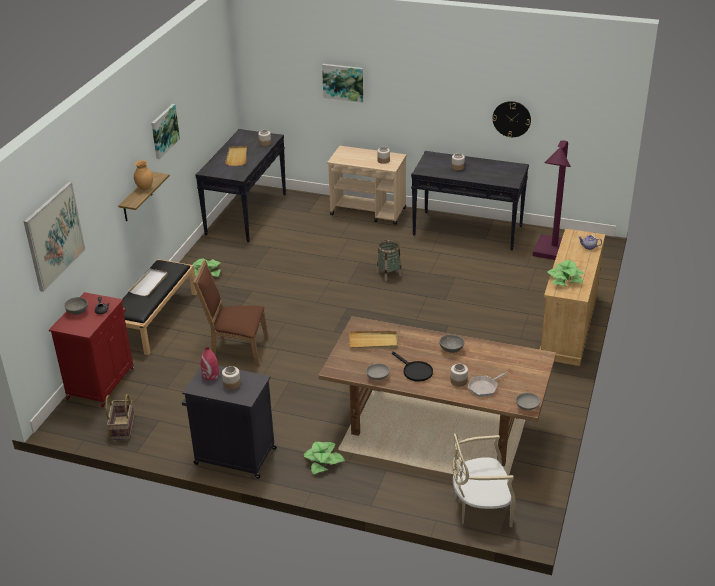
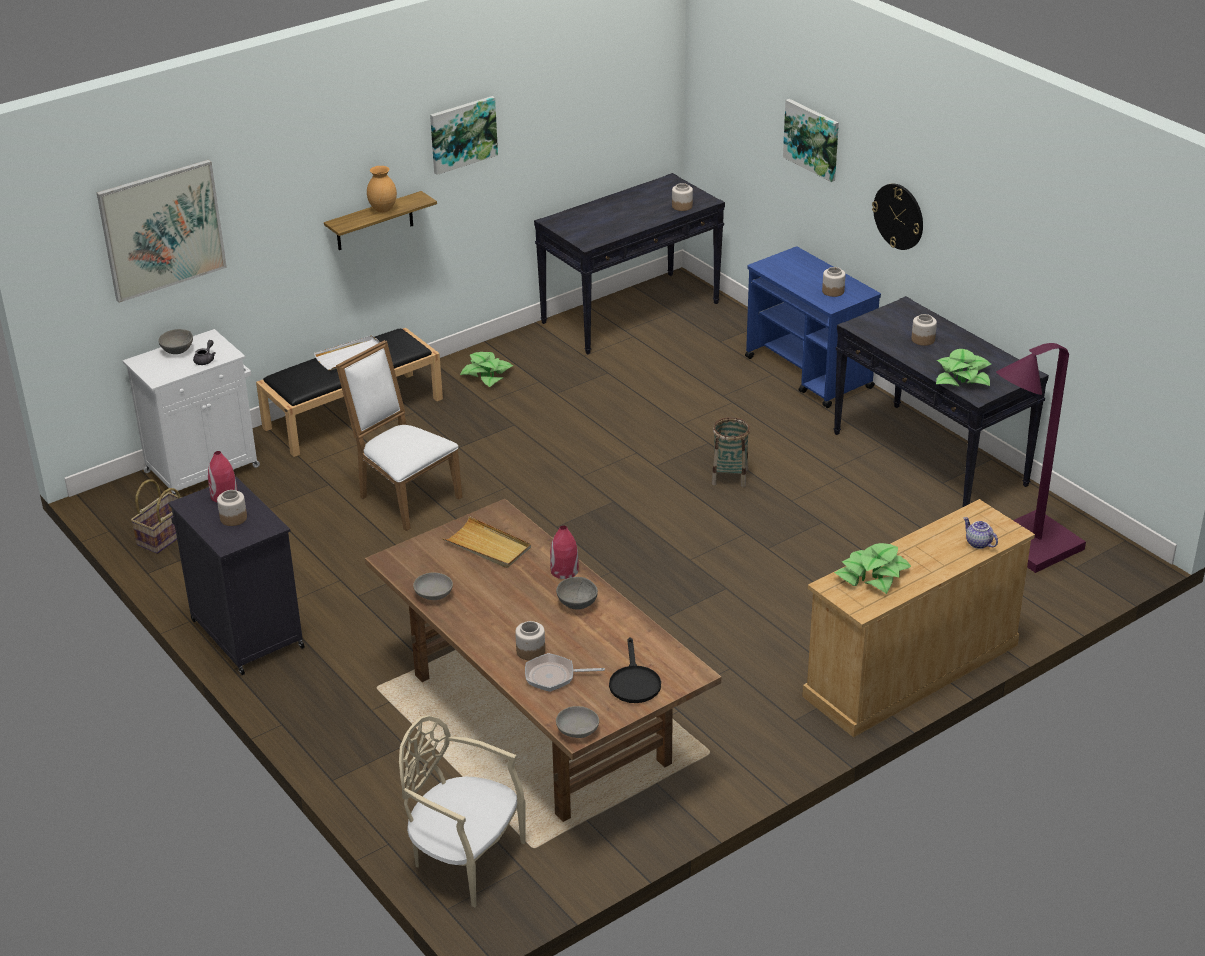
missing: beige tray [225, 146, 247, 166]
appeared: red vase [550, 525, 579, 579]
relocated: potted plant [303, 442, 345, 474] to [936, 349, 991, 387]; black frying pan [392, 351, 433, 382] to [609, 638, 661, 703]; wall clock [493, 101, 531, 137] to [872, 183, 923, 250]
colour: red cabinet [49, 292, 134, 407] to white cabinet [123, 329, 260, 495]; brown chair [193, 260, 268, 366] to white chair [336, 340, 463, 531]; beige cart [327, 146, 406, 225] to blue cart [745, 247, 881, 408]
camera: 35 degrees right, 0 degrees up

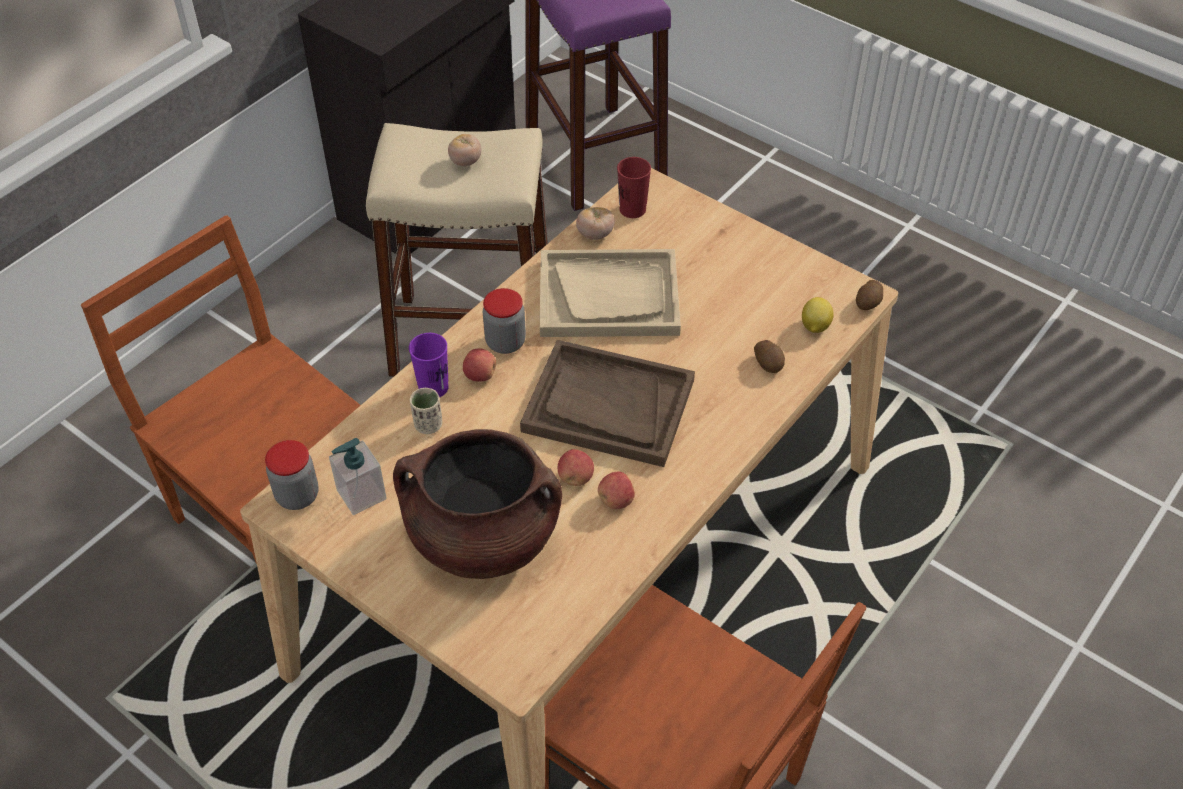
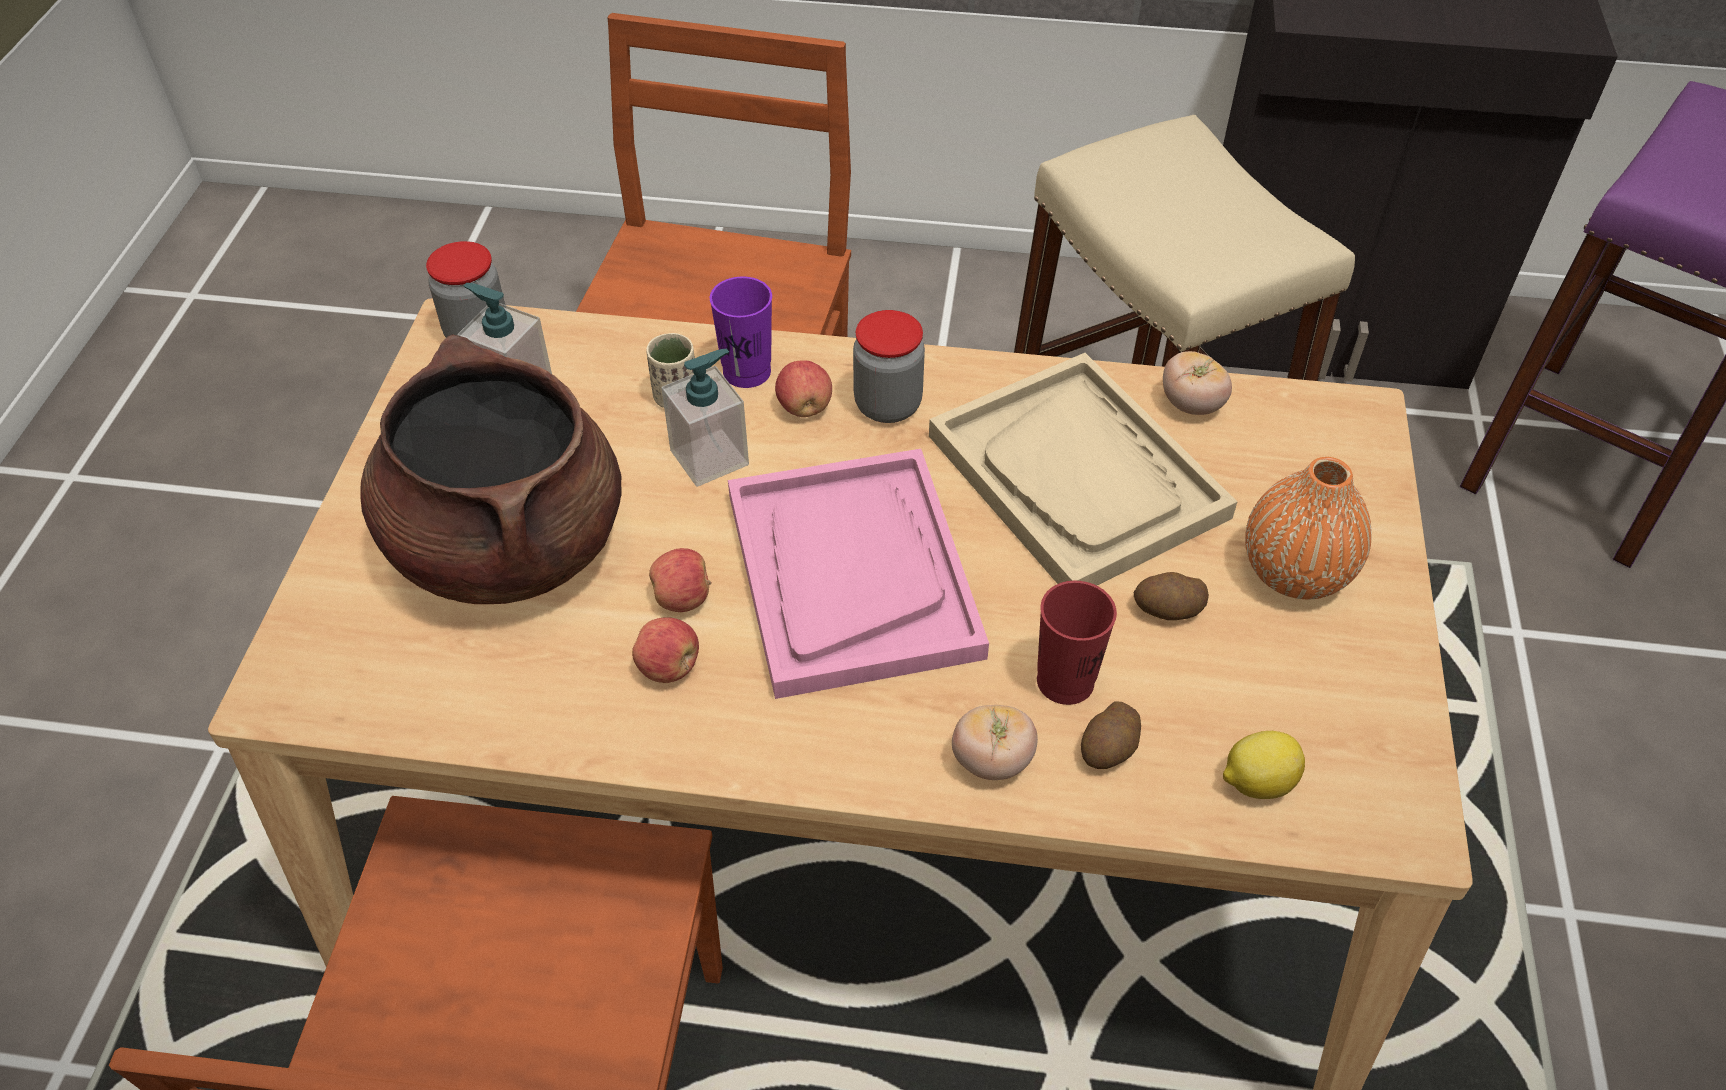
appeared: soap dispenser [662, 349, 749, 487]; orange vase [1245, 457, 1372, 599]
relocated: tomato [448, 134, 481, 166] to [952, 705, 1038, 780]; red cup [617, 157, 651, 218] to [1037, 581, 1117, 705]; potato [856, 280, 883, 310] to [1134, 572, 1209, 620]
colour: brown tray [520, 340, 695, 467] to pink tray [728, 449, 989, 699]
camera: 60 degrees right, 0 degrees up

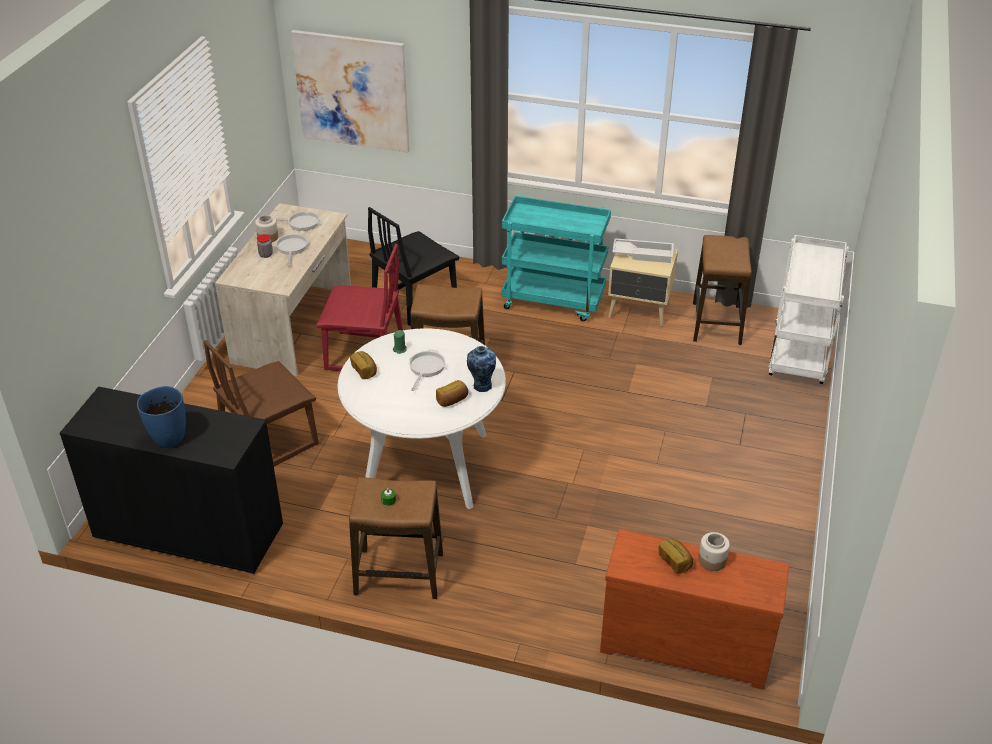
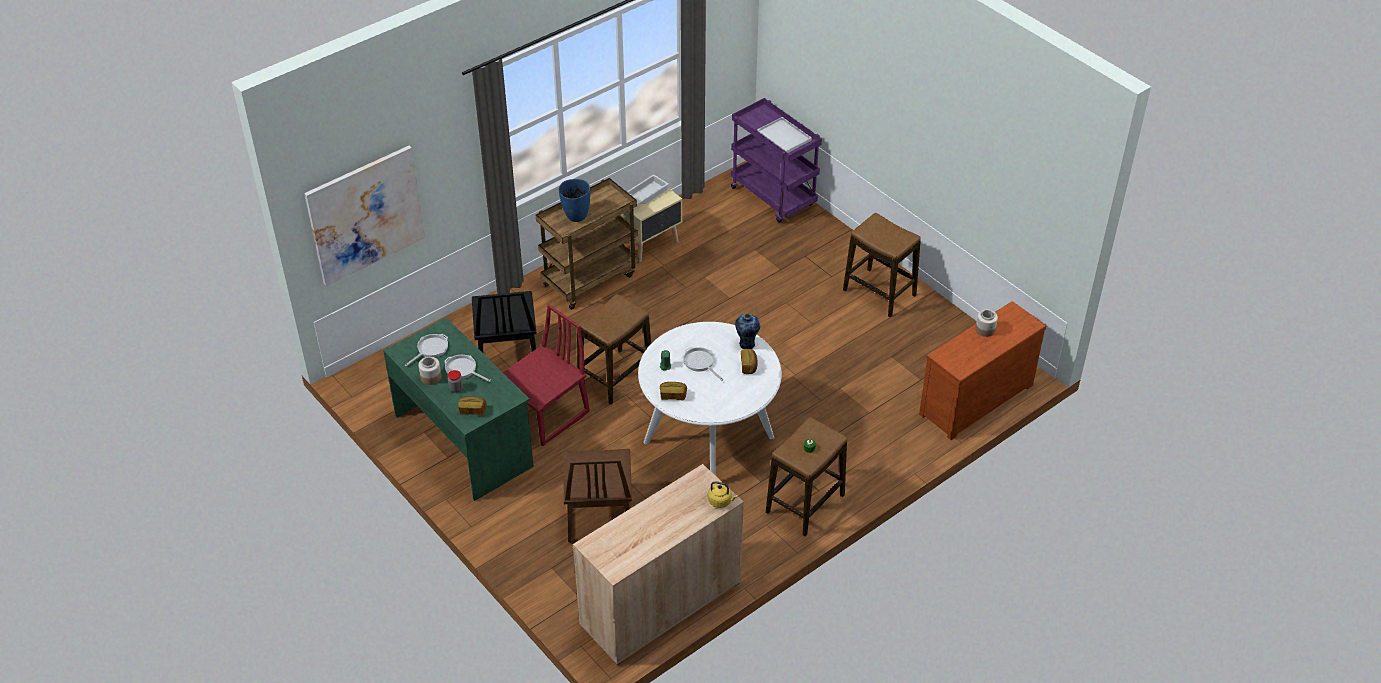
appeared: yellow kettle [708, 481, 738, 508]; white tray [757, 117, 812, 153]
relocated: blue vase [137, 386, 186, 448] to [559, 179, 590, 222]; bread [659, 538, 693, 574] to [458, 396, 487, 416]; stool [693, 235, 752, 345] to [843, 213, 921, 317]
colour: black cabinet [60, 386, 283, 575] to beige cabinet [573, 464, 744, 665]; beige desk [215, 203, 351, 376] to green desk [383, 318, 534, 501]; turquoise cart [502, 196, 611, 322] to brown cart [536, 178, 639, 310]; white cart [769, 235, 849, 384] to purple cart [731, 98, 822, 223]
camera: 55 degrees left, 5 degrees up

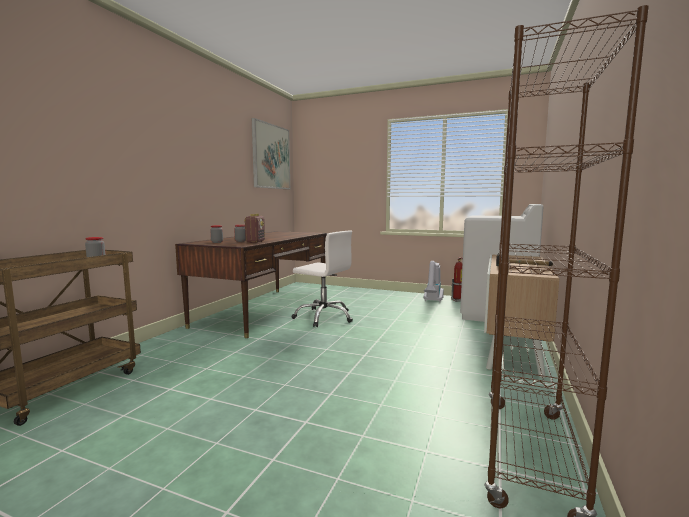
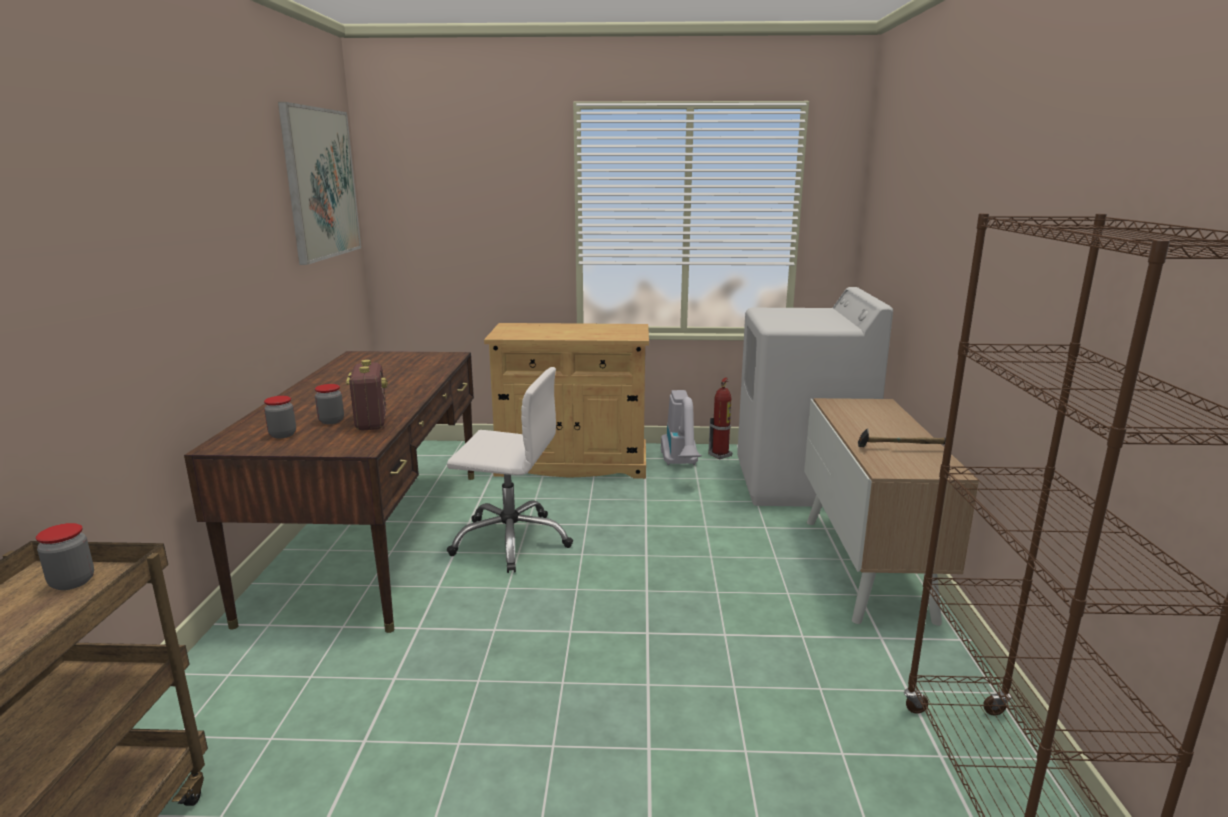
appeared: beige cabinet [484, 323, 649, 479]
camera: 20 degrees left, 10 degrees up

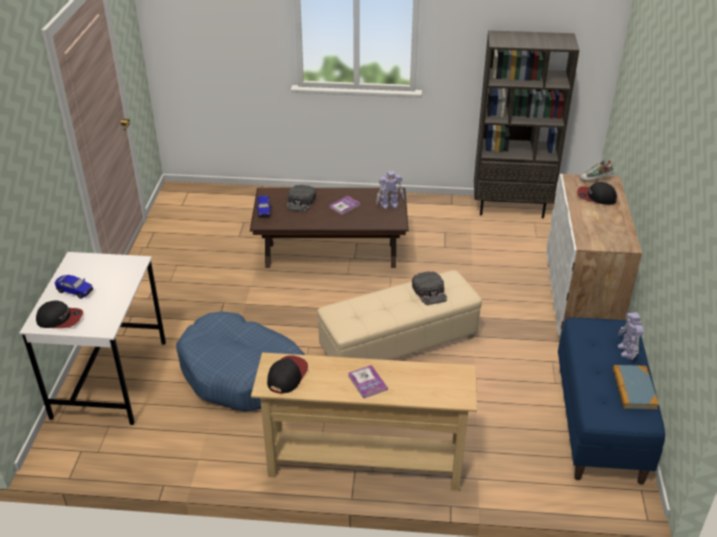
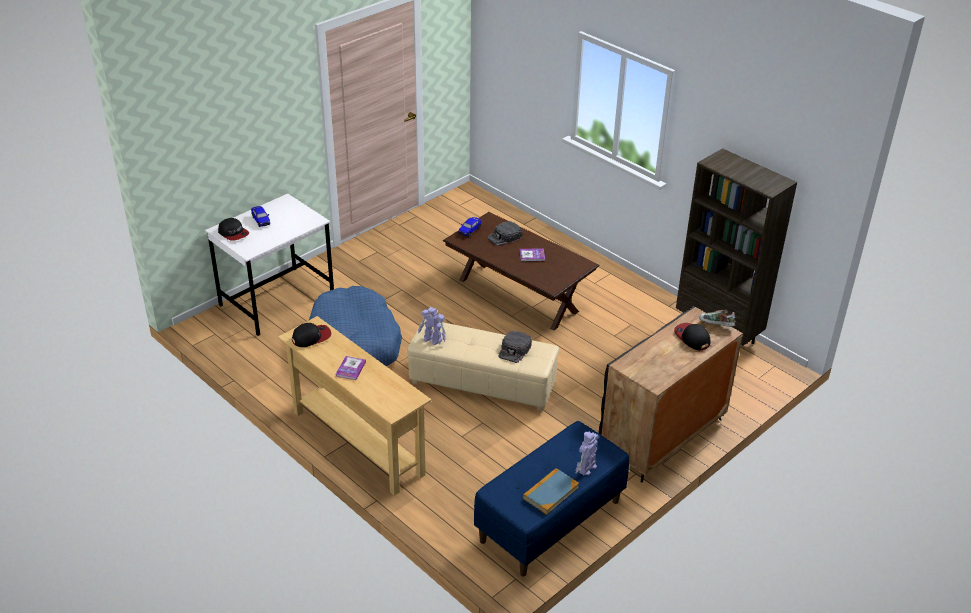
relocated: toy robot [376, 171, 405, 209] to [418, 307, 446, 345]
colour: white cabinet [547, 174, 642, 335] to black cabinet [599, 306, 743, 483]
camera: 40 degrees right, 0 degrees up

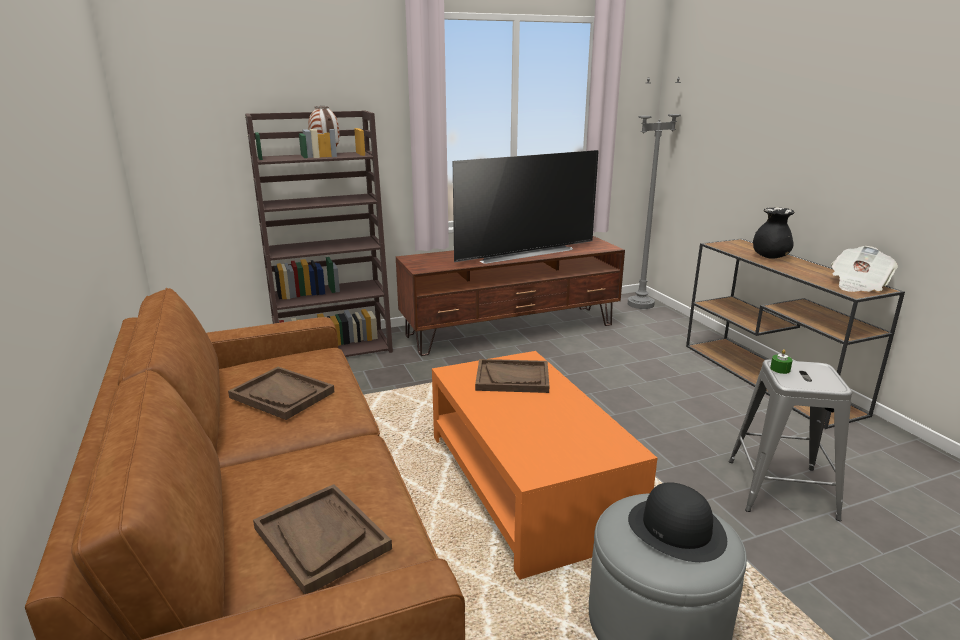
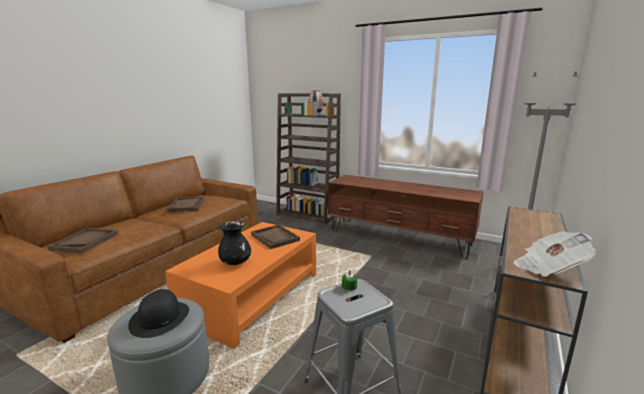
missing: television [453, 150, 599, 264]
relocated: black vase [753, 207, 794, 259] to [218, 221, 251, 265]
camera: 50 degrees right, 5 degrees down

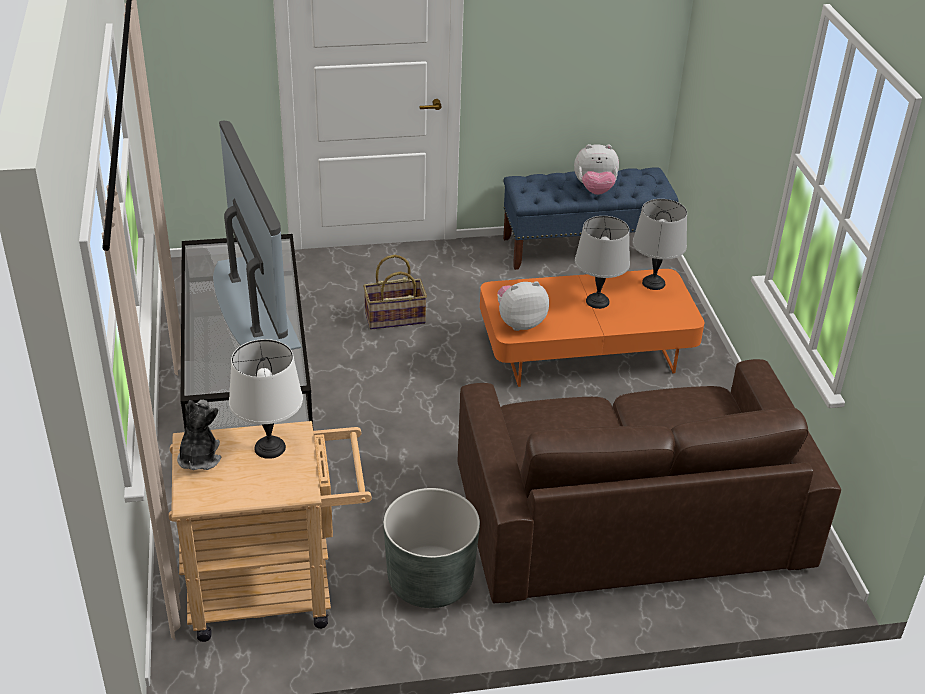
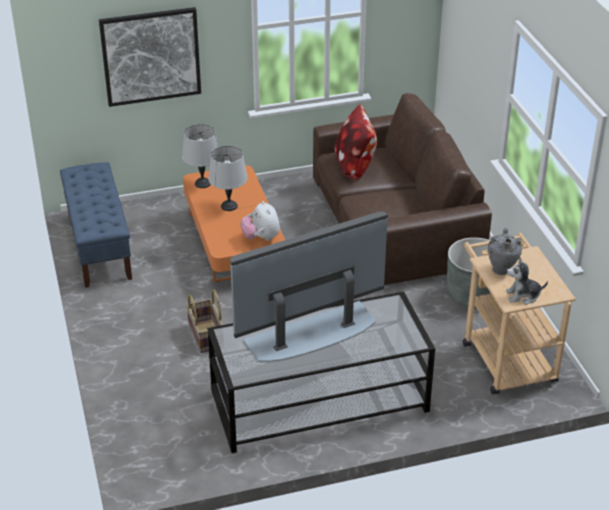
missing: plush toy [574, 144, 619, 195]
appeared: picture [99, 7, 201, 107]; pillow [335, 104, 377, 180]
exchanged: white table lamp [229, 339, 303, 459] to grey vase [488, 228, 522, 275]
camera: 95 degrees left, 0 degrees up

